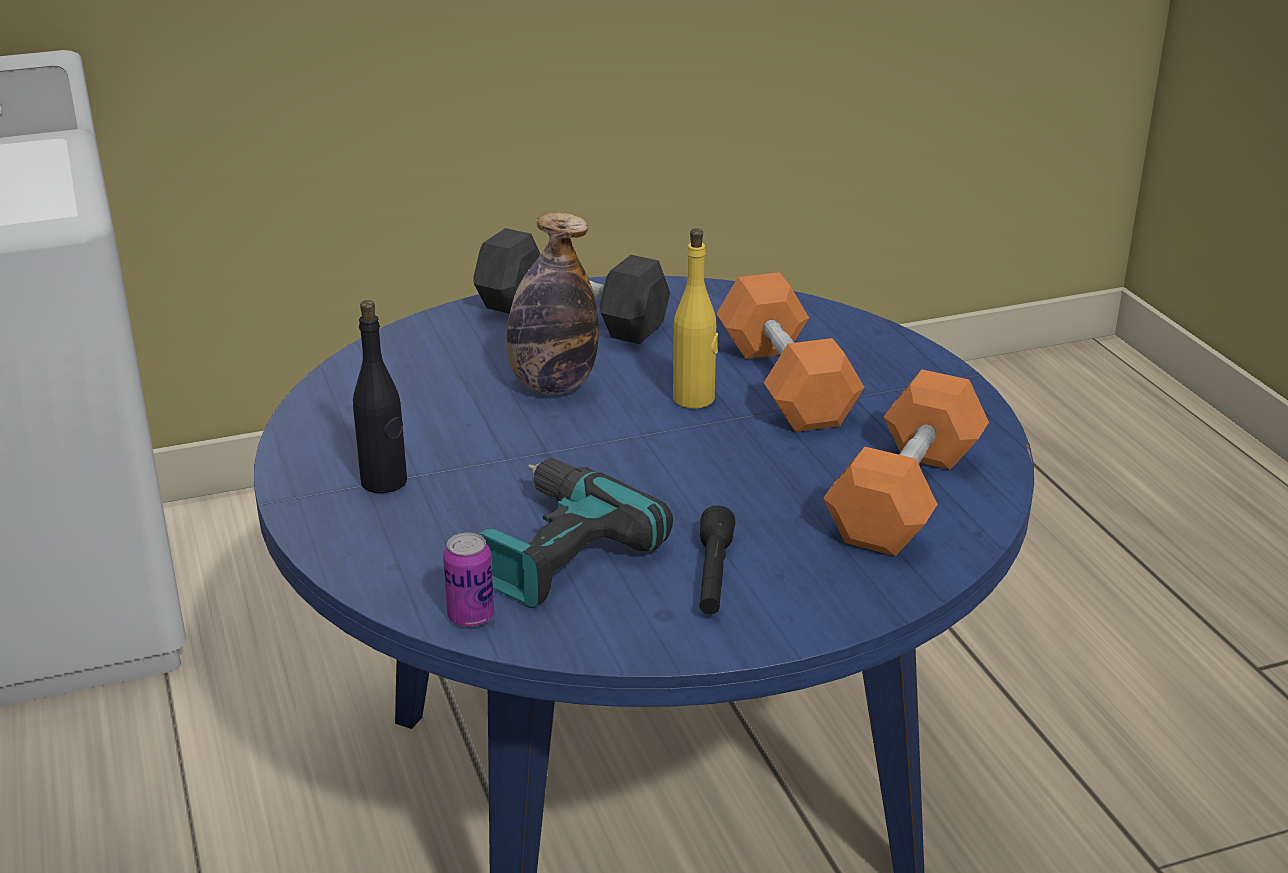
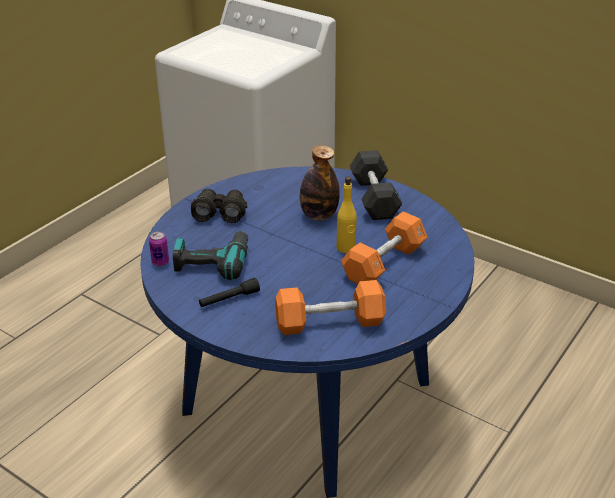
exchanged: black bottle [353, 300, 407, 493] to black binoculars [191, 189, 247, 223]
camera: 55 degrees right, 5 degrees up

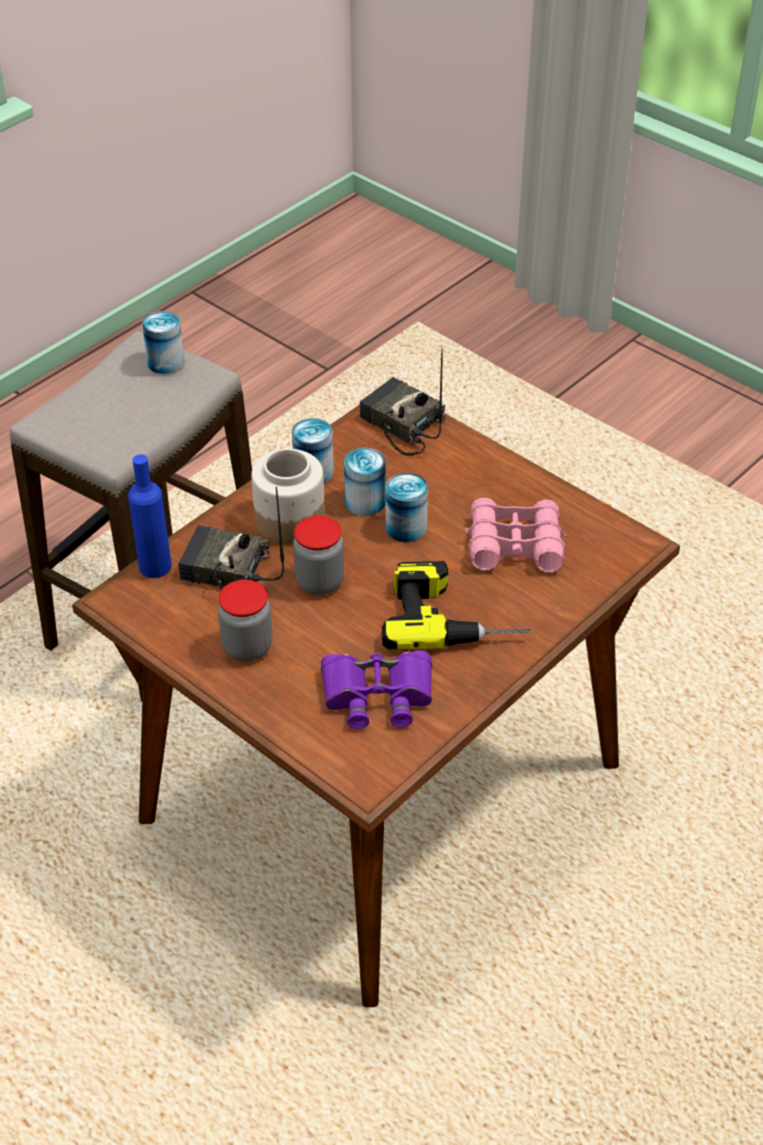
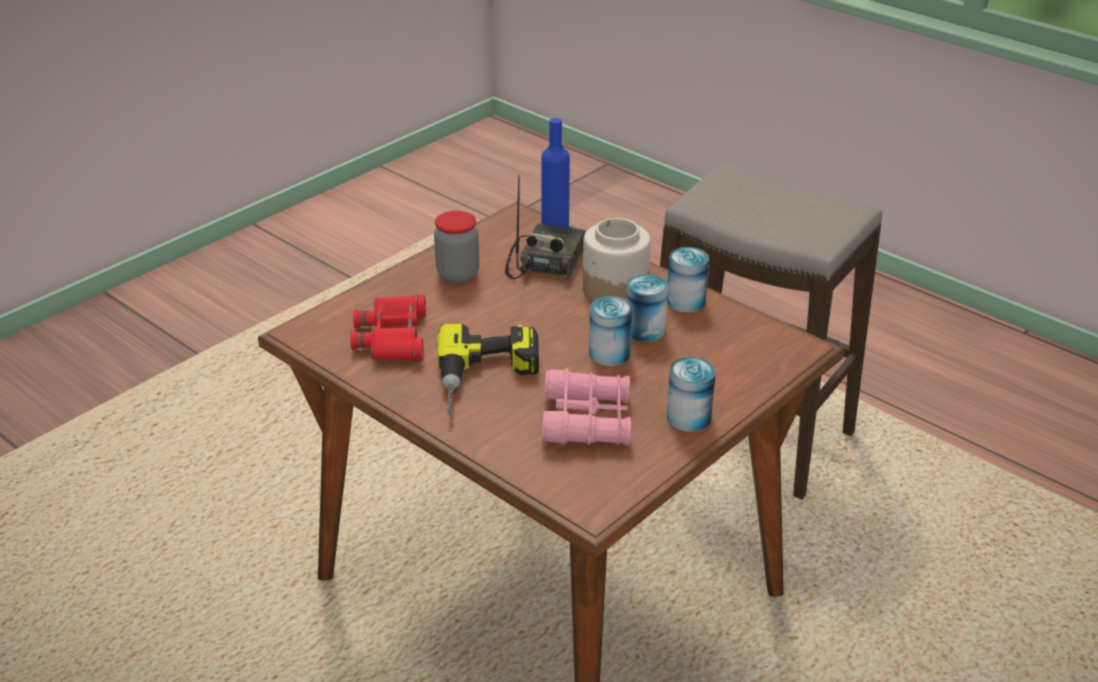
missing: jar [293, 516, 344, 595]; radio [360, 348, 445, 456]
relocated: can [142, 311, 185, 374] to [667, 357, 716, 432]
colour: purple binoculars [321, 651, 432, 729] to red binoculars [350, 295, 426, 361]
camera: 90 degrees right, 10 degrees down

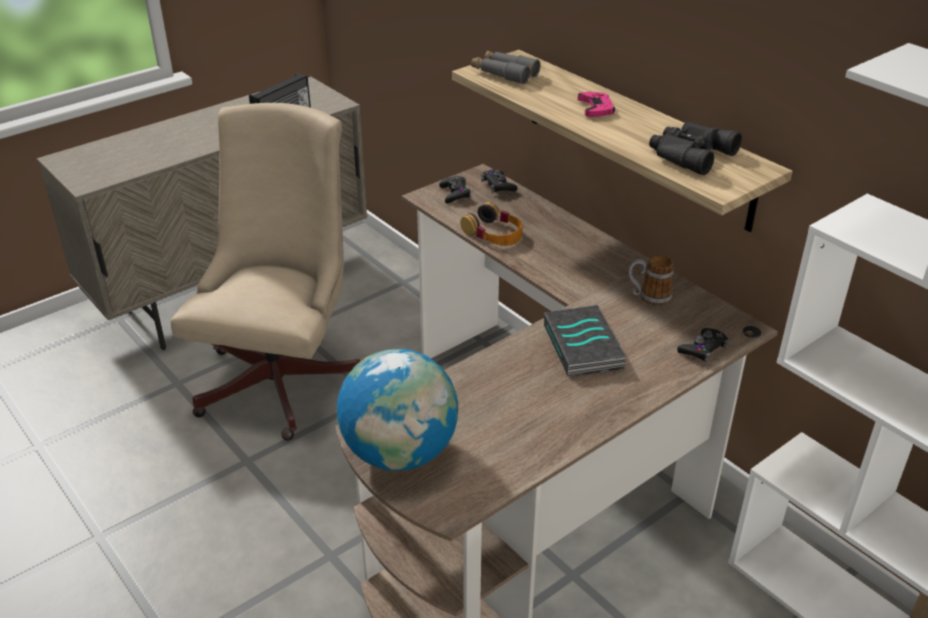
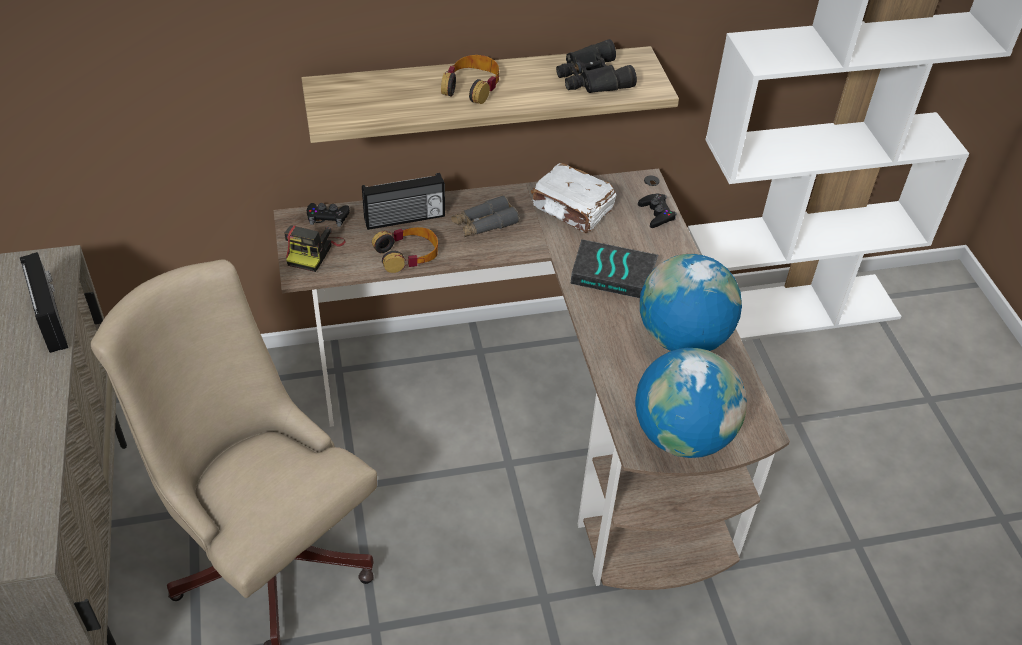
appeared: radio [362, 173, 445, 230]; globe [640, 254, 742, 351]
relocated: grey binoculars [471, 51, 540, 84] to [451, 195, 519, 237]
exchanged: black game controller [439, 176, 471, 203] to photo camera [284, 226, 346, 272]; pink game controller [578, 92, 615, 117] to headphones [441, 55, 499, 104]; mug [629, 255, 673, 306] to white book [531, 163, 616, 233]
camera: 65 degrees left, 10 degrees up

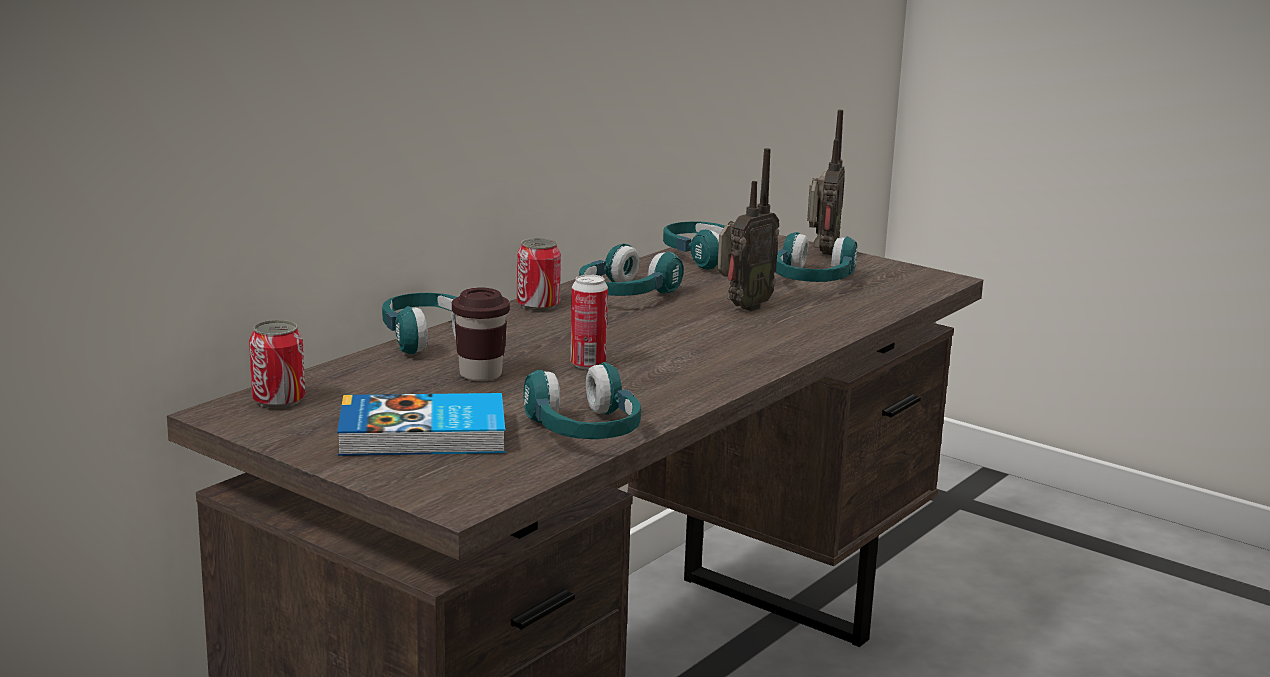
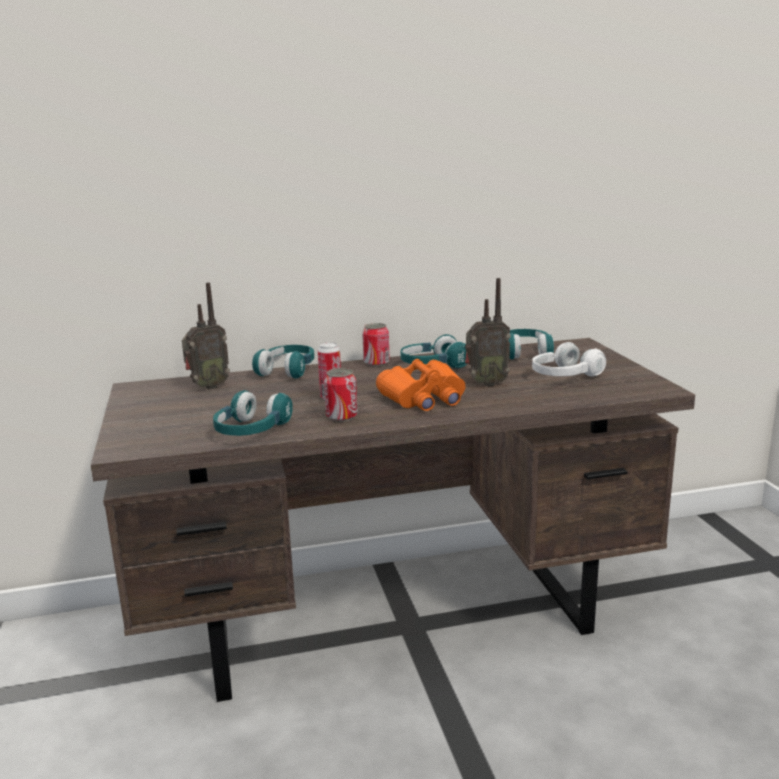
missing: book [337, 393, 505, 456]; brown cup [452, 287, 510, 382]
appeared: orange binoculars [376, 359, 466, 411]
relocated: can [249, 320, 305, 408] to [324, 368, 358, 422]; radio [807, 110, 845, 255] to [182, 282, 230, 390]
colour: turquoise headphones [776, 232, 857, 282] to white headphones [532, 342, 606, 377]
camera: 40 degrees right, 0 degrees up

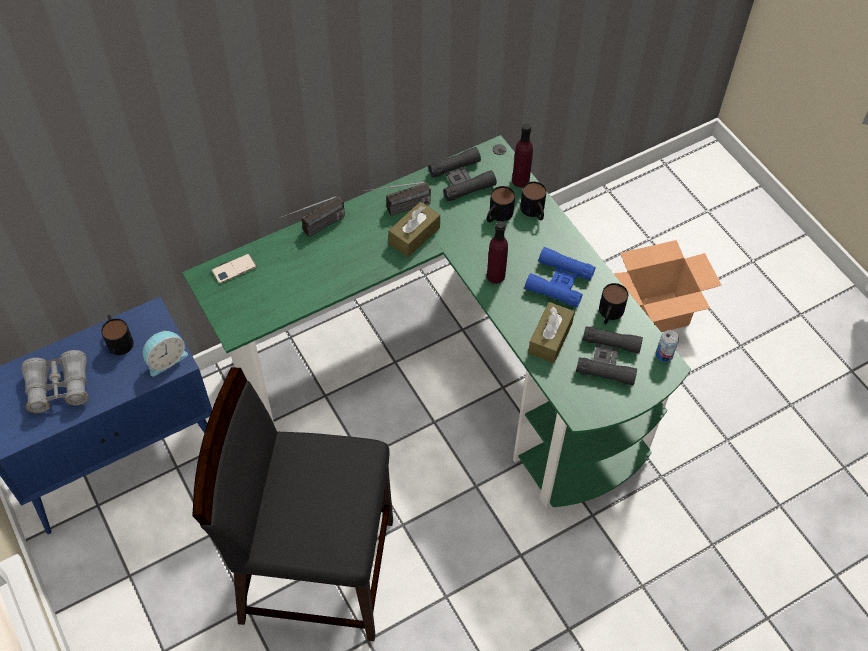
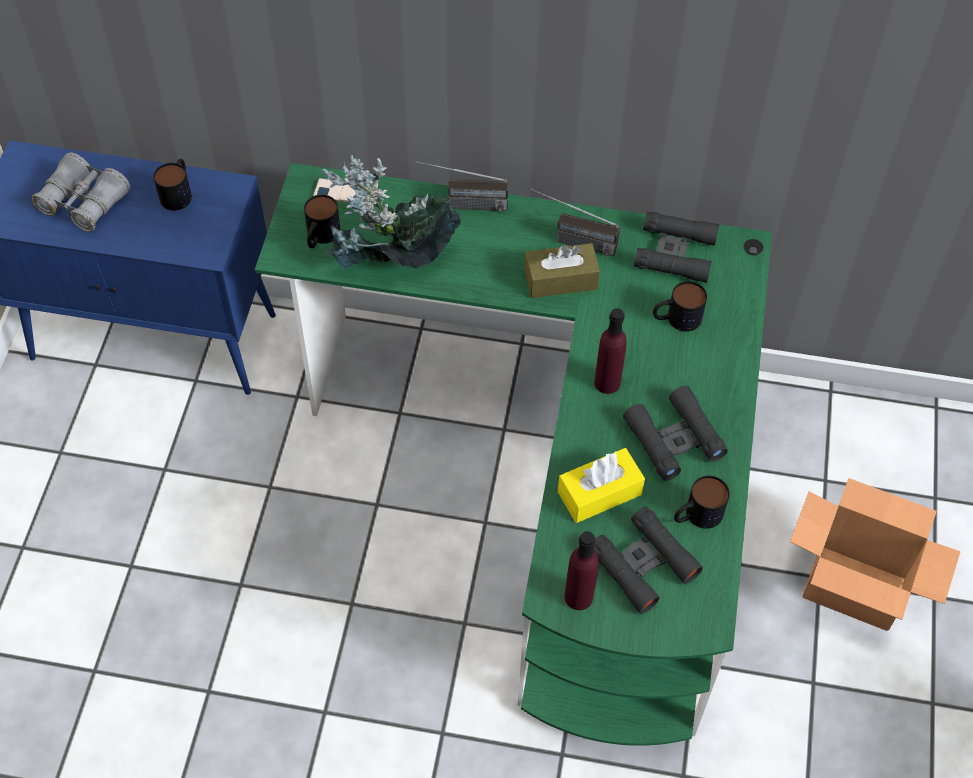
missing: alarm clock [143, 330, 188, 377]; black chair [192, 367, 393, 641]; can [656, 330, 679, 362]
appeared: potted plant [322, 154, 461, 269]
relocated: purple bottle [512, 124, 533, 187] to [564, 531, 599, 610]; mug [520, 181, 547, 220] to [304, 194, 340, 248]
colour: blue binoculars [525, 247, 596, 307] to black binoculars [623, 386, 728, 481]; brown tissue box [528, 302, 575, 363] to yellow tissue box [558, 448, 645, 523]
camera: 40 degrees right, 0 degrees up

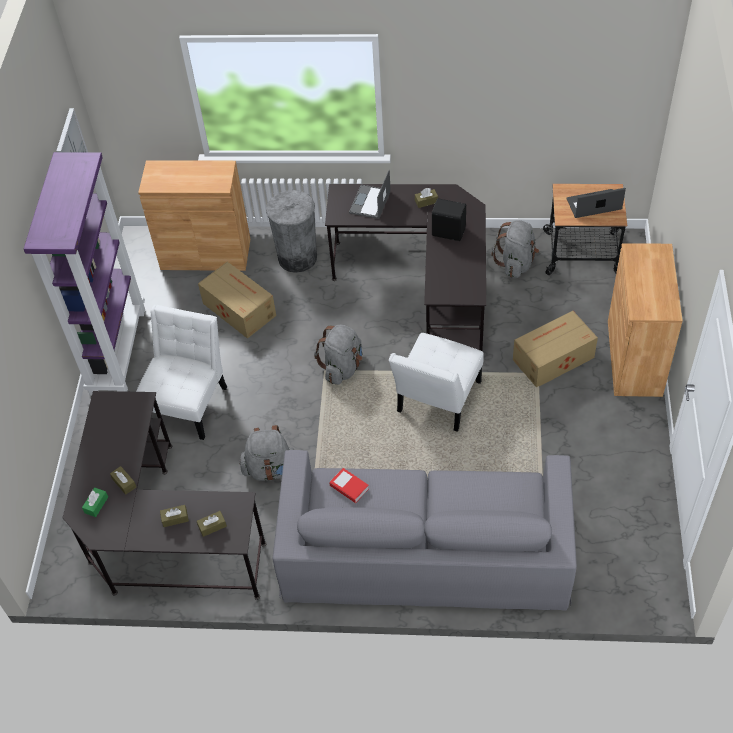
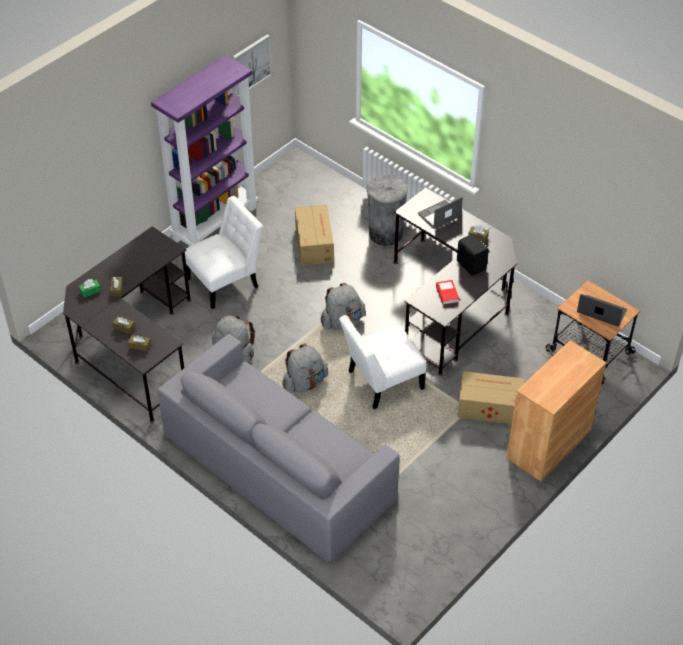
missing: brown cabinet [138, 161, 250, 271]
relocated: book [329, 468, 369, 503] to [436, 280, 459, 305]; grey backpack [491, 220, 539, 278] to [282, 343, 328, 393]
camera: 35 degrees right, 5 degrees down

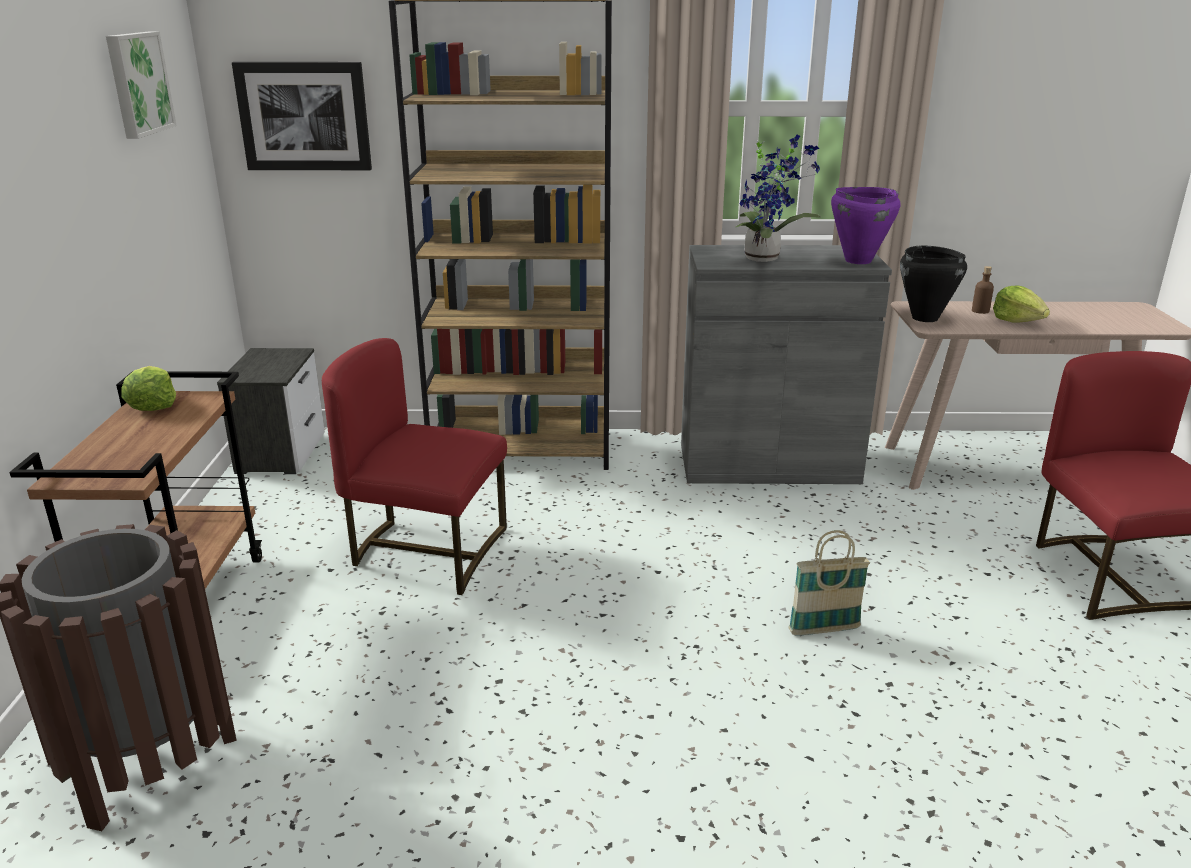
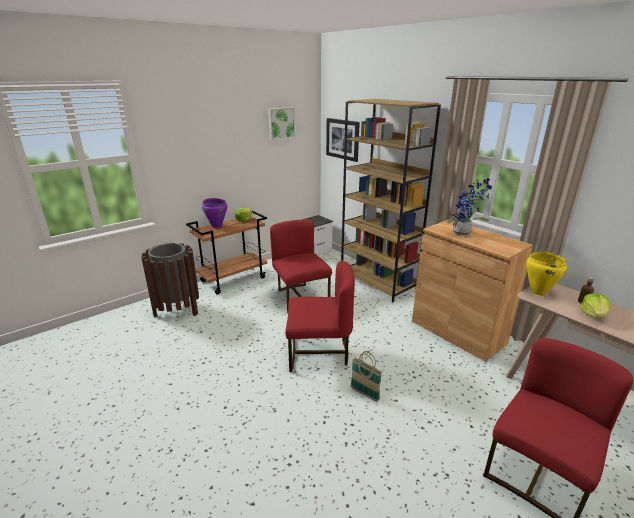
appeared: red chair [285, 261, 355, 372]
relocated: purple cooking pot [831, 187, 900, 264] to [202, 198, 227, 228]
colour: grey cabinet [681, 245, 892, 484] to brown cabinet [412, 220, 533, 362]; black cooking pot [900, 246, 967, 322] to yellow cooking pot [526, 252, 567, 296]
camera: 50 degrees right, 0 degrees up

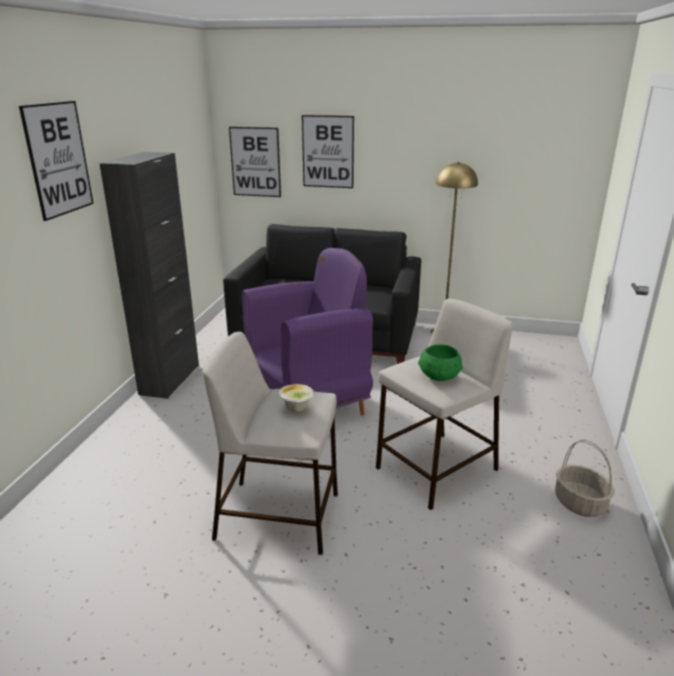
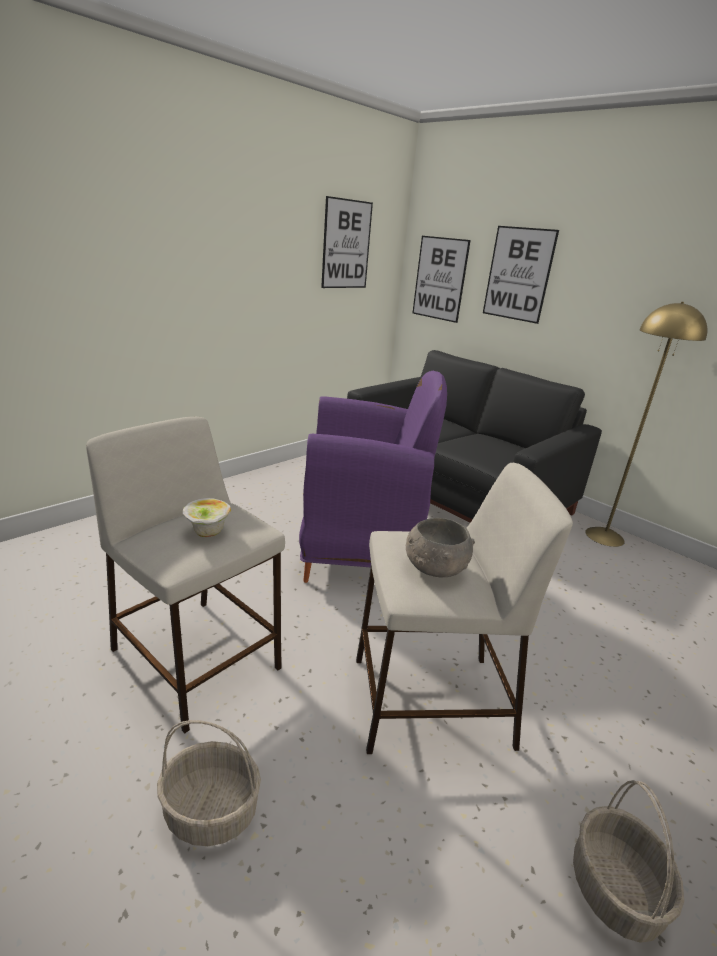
missing: black cabinet [99, 152, 199, 399]
appeared: basket [157, 720, 261, 846]
relocated: picture [19, 101, 94, 221] to [321, 196, 373, 288]
colour: green bowl [418, 345, 463, 381] to grey bowl [406, 518, 475, 577]
camera: 30 degrees right, 0 degrees up

